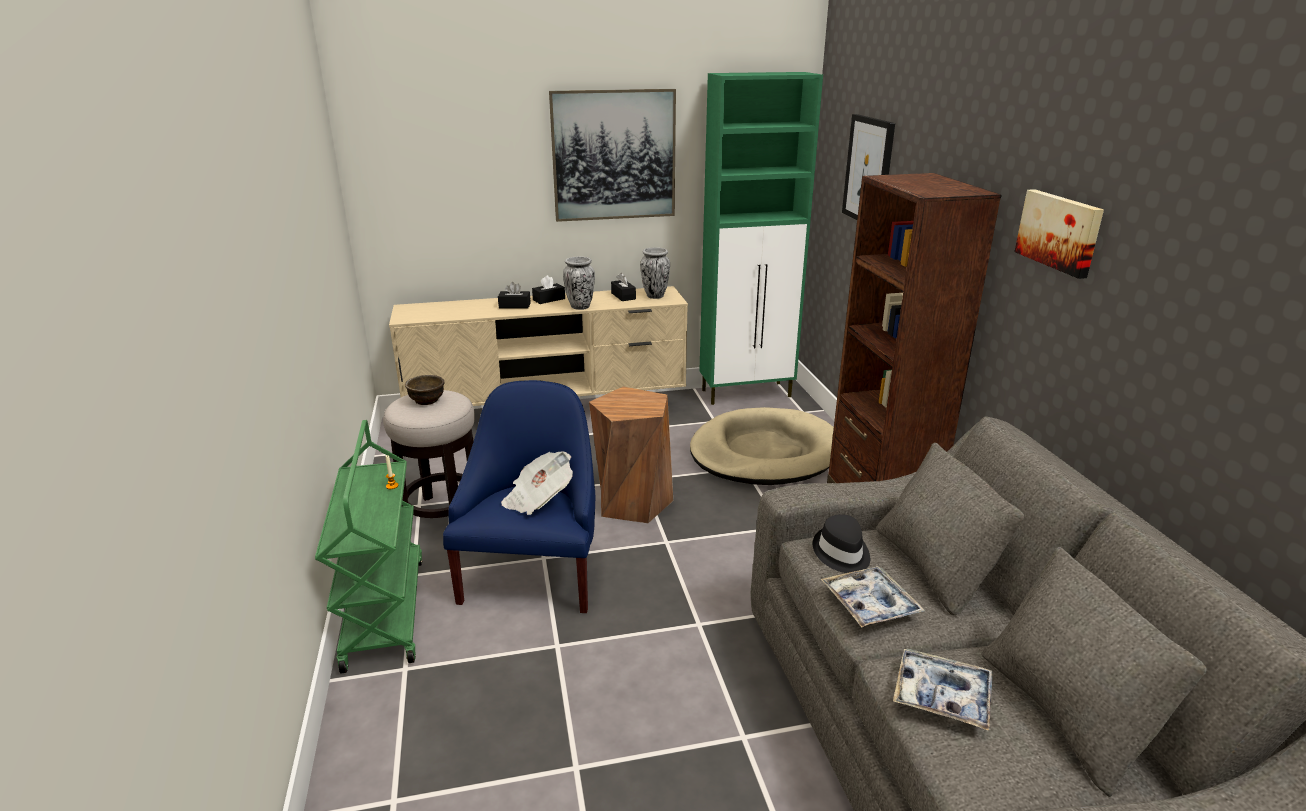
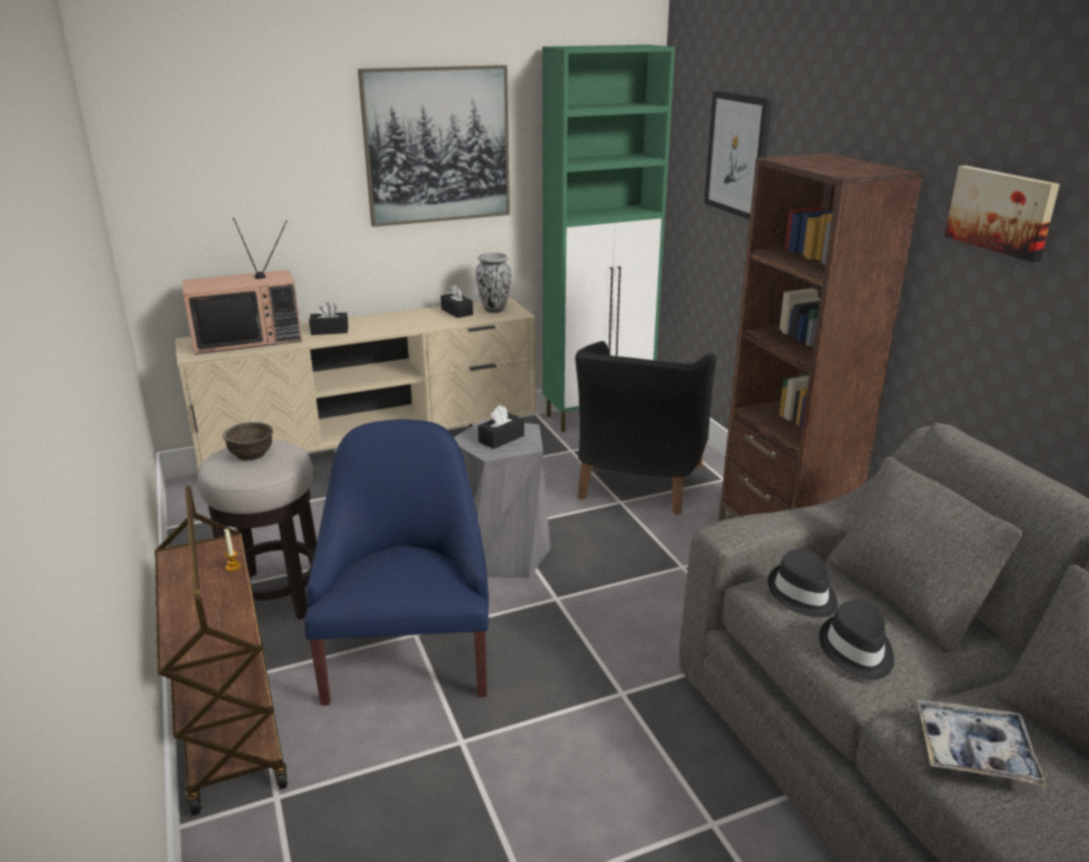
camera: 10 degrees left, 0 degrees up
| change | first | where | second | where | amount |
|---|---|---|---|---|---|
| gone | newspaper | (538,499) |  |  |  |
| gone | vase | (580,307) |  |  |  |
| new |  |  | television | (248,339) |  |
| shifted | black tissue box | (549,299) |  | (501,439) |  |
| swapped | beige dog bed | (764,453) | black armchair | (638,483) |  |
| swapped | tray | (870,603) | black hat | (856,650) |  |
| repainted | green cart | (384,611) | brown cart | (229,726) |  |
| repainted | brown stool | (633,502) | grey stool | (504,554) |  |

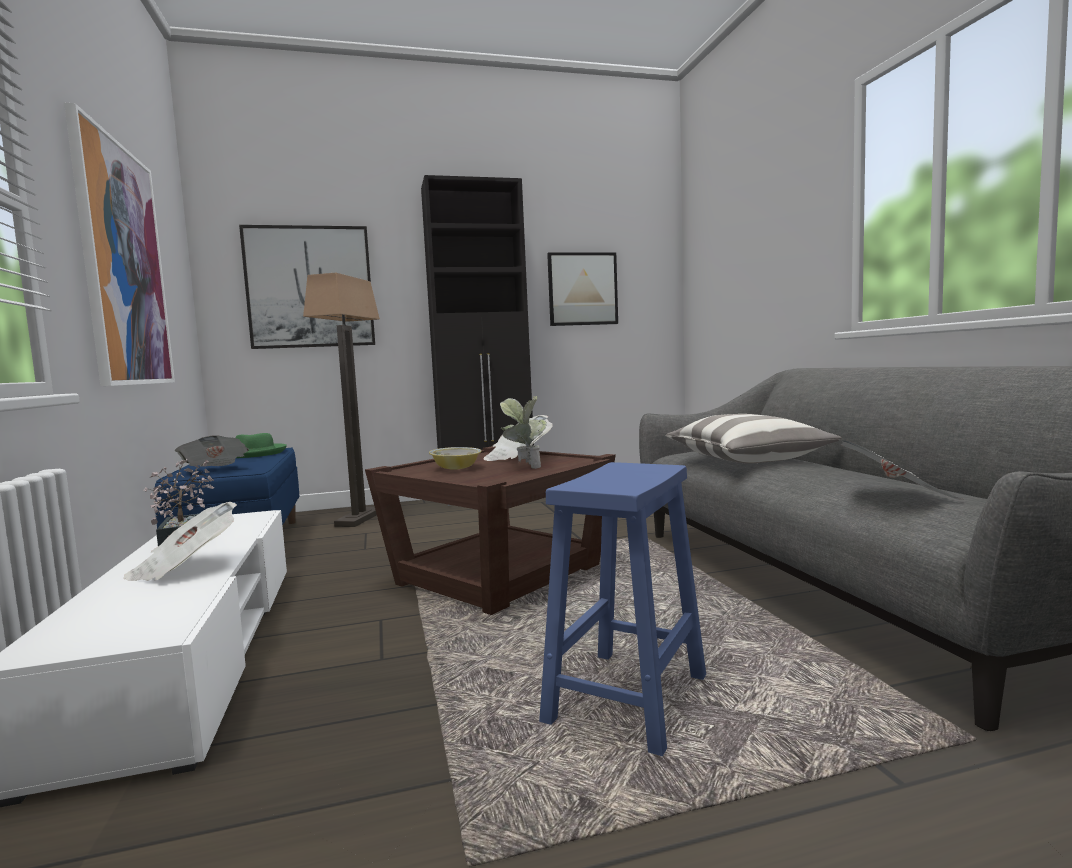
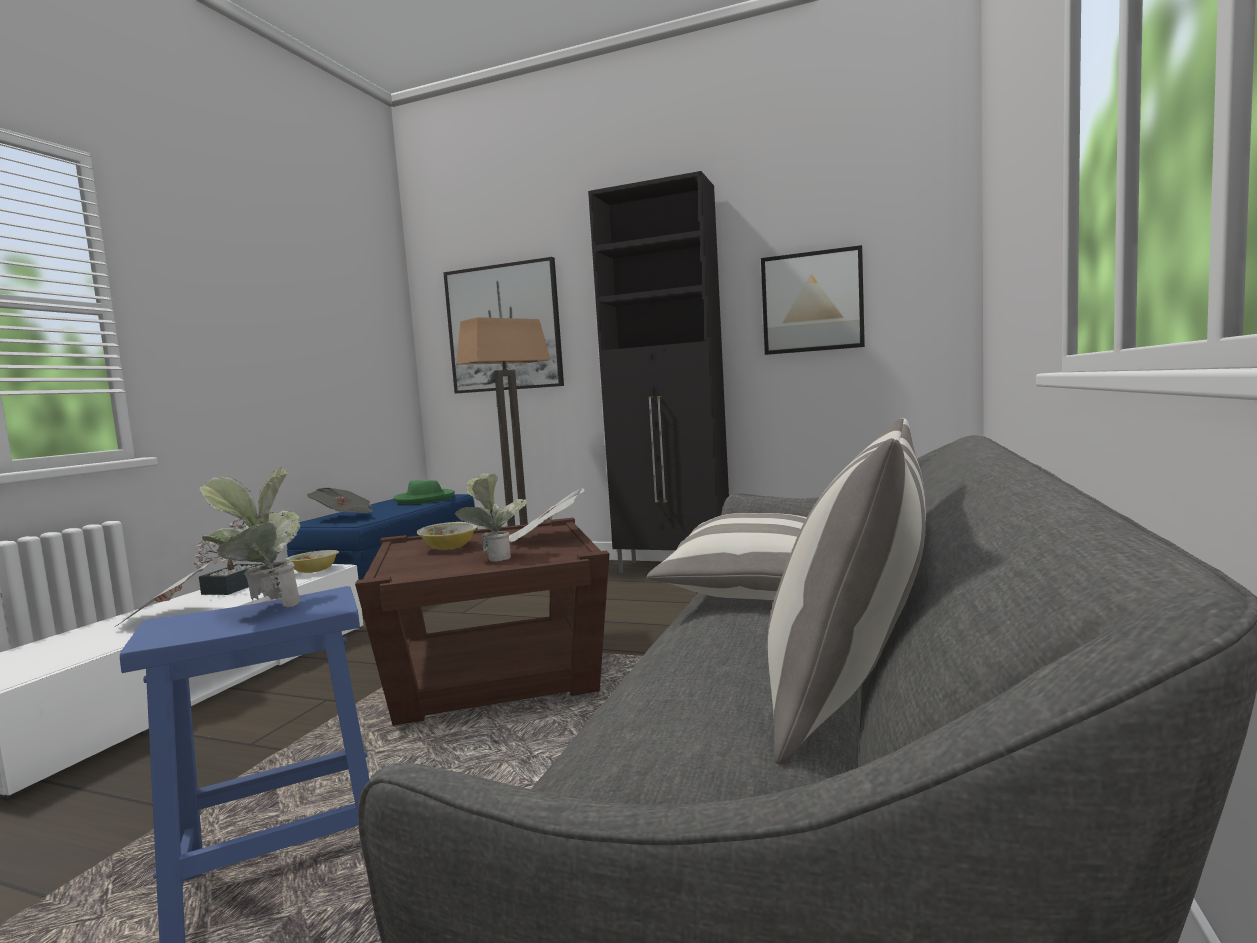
camera: 35 degrees right, 0 degrees up
| change | first | where | second | where | amount |
|---|---|---|---|---|---|
| gone | picture | (123,265) |  |  |  |
| gone | newspaper | (897,498) |  |  |  |
| new |  |  | potted plant | (264,608) |  |
| new |  |  | bowl | (314,571) |  |
| new |  |  | pillow | (852,697) |  |

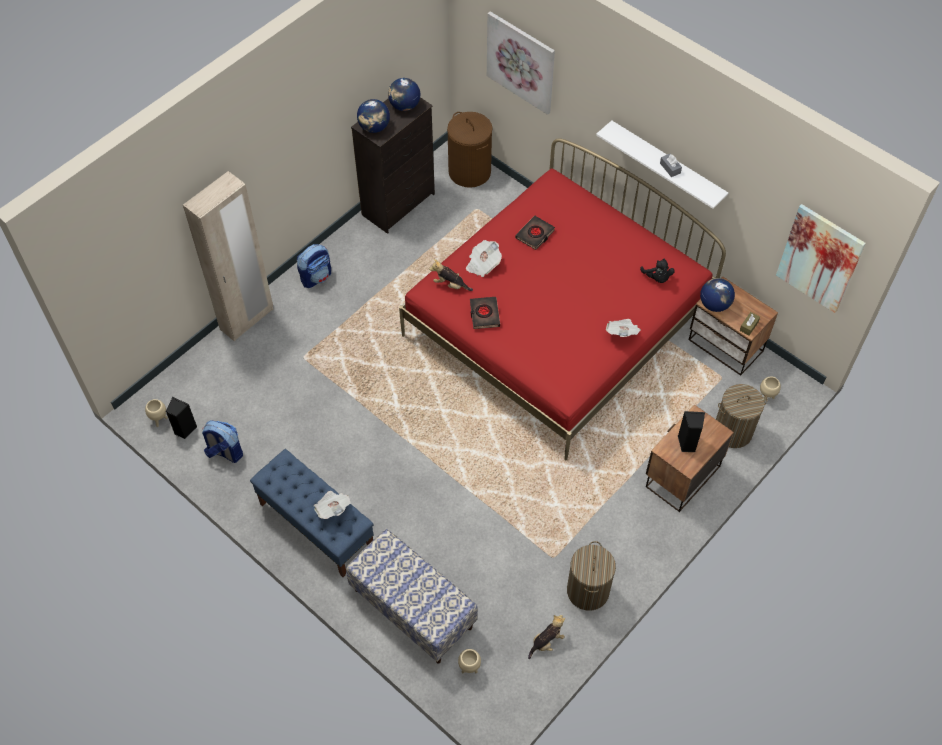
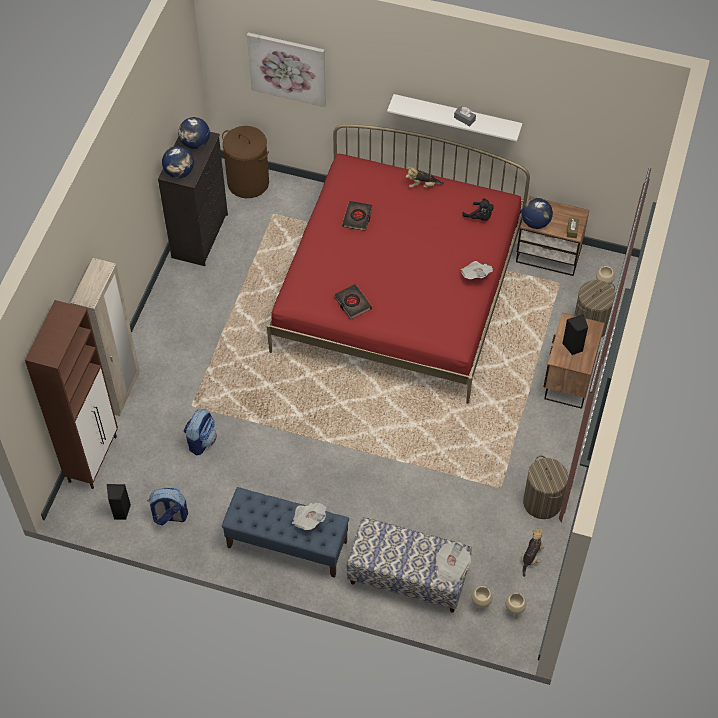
camera: 25 degrees left, 0 degrees up
| change | first | where | second | where | amount |
|---|---|---|---|---|---|
| gone | picture | (819,258) |  |  |  |
| new |  |  | brown cabinet | (93,458) |  |
| shifted | beige planter | (159,420) |  | (514,611) |  |
| shifted | backpack | (316,277) |  | (201,440) |  |
| shifted | plush toy | (450,285) |  | (423,185) |  |
| shifted | newspaper | (483,264) |  | (451,567) |  |

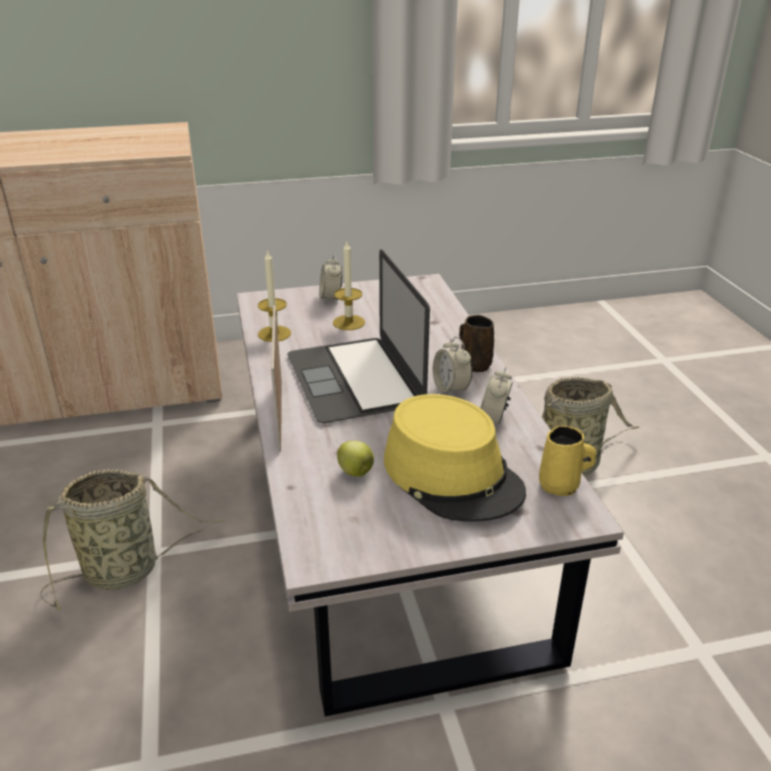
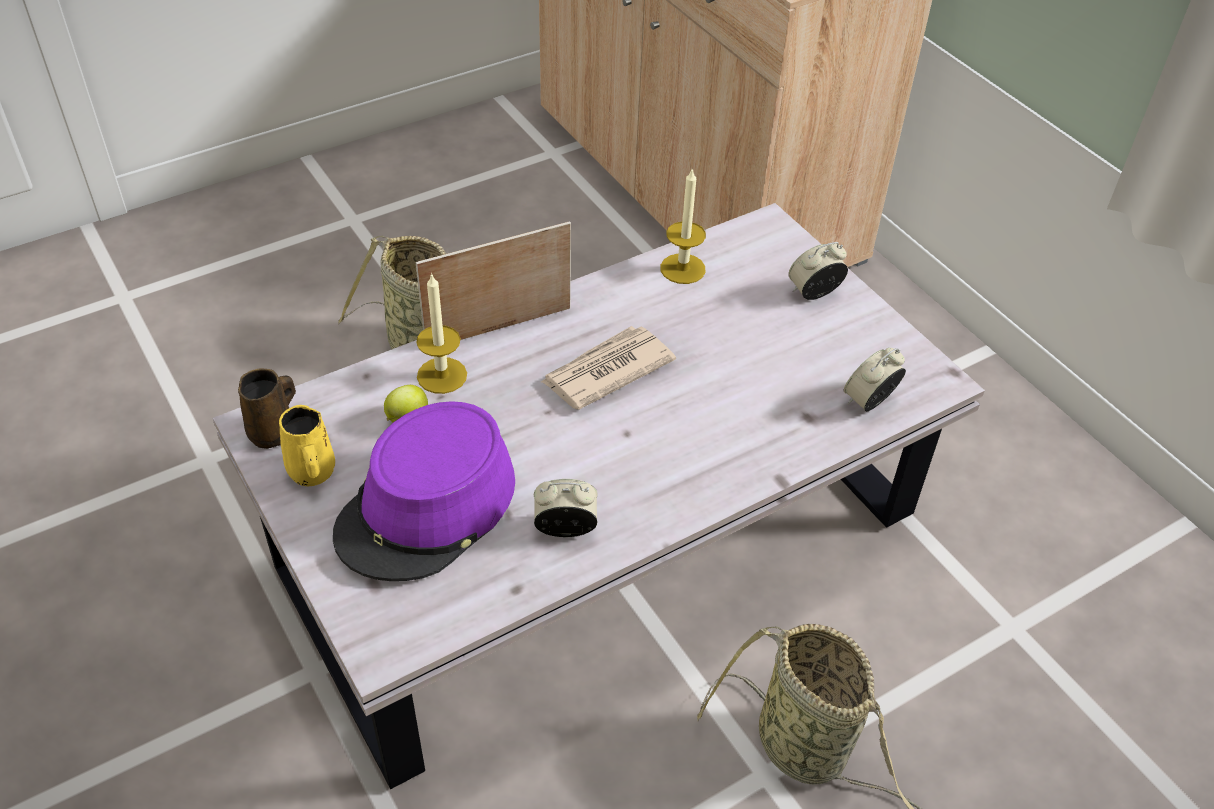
camera: 70 degrees right, 15 degrees up
| change | first | where | second | where | amount |
|---|---|---|---|---|---|
| shifted | candle | (349,322) |  | (442,375) |  |
| shifted | alarm clock | (451,389) |  | (869,401) |  |
| shifted | brown mug | (474,364) |  | (274,432) |  |
| shifted | yellow mug | (561,486) |  | (312,473) |  |
| swapped | laptop | (354,379) | newspaper | (606,371) |  |
| repainted | yellow hat | (452,475) | purple hat | (428,508) |  |

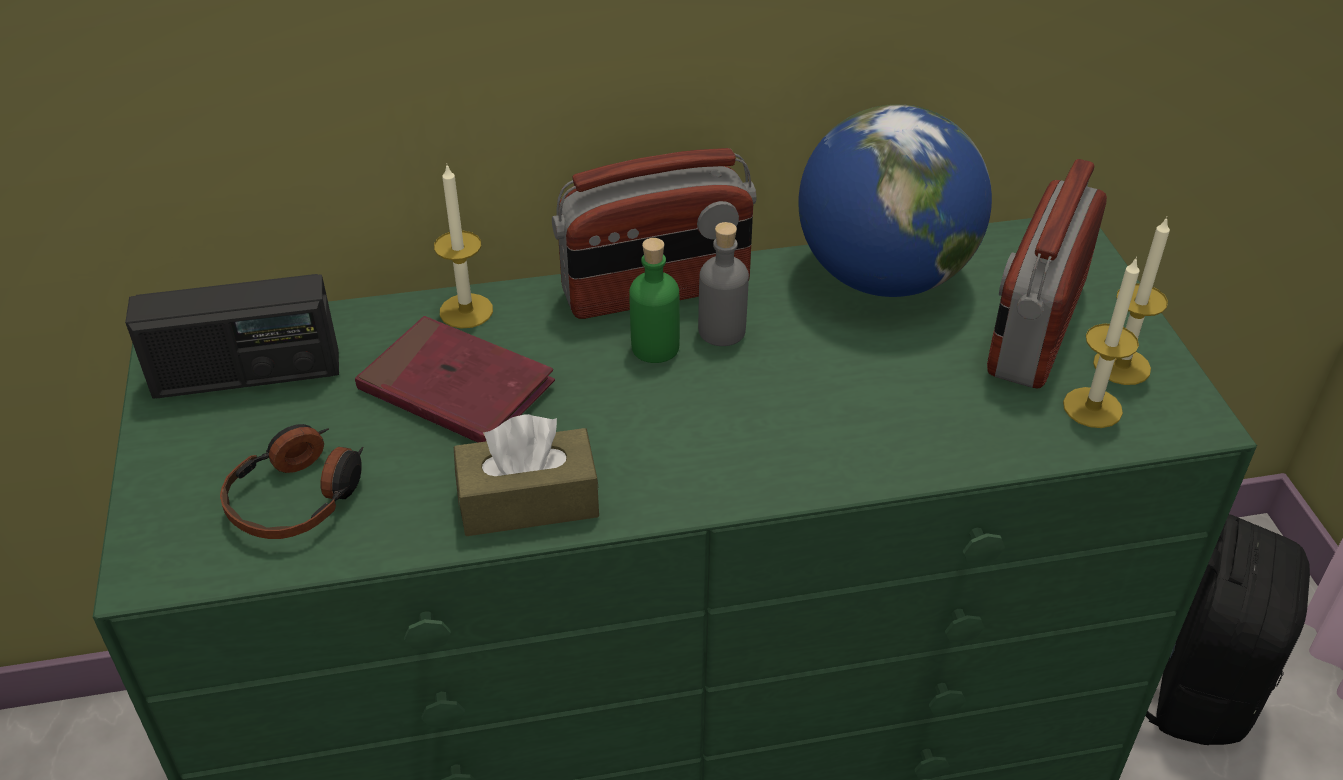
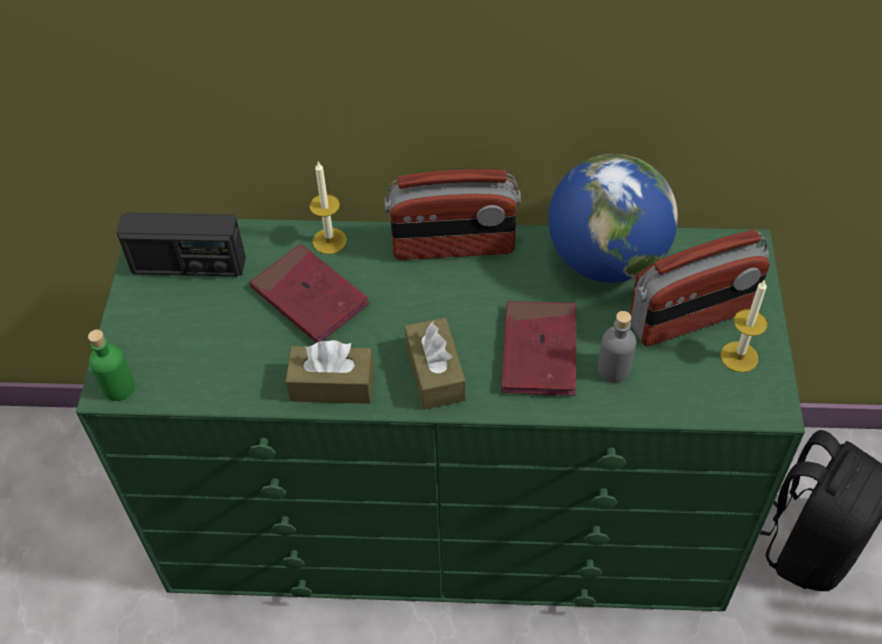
camera: 15 degrees right, 10 degrees up
| change | first | where | second | where | amount |
|---|---|---|---|---|---|
| gone | headphones | (299,497) |  |  |  |
| gone | candle | (1092,407) |  |  |  |
| new |  |  | brown tissue box | (435,373) |  |
| new |  |  | red book | (539,351) |  |
| shifted | green bottle | (655,347) |  | (118,387) |  |
| shifted | grey bottle | (722,331) |  | (614,369) |  |
| rotated | radio | (1034,328) |  | (692,317) | 150 degrees counterclockwise |

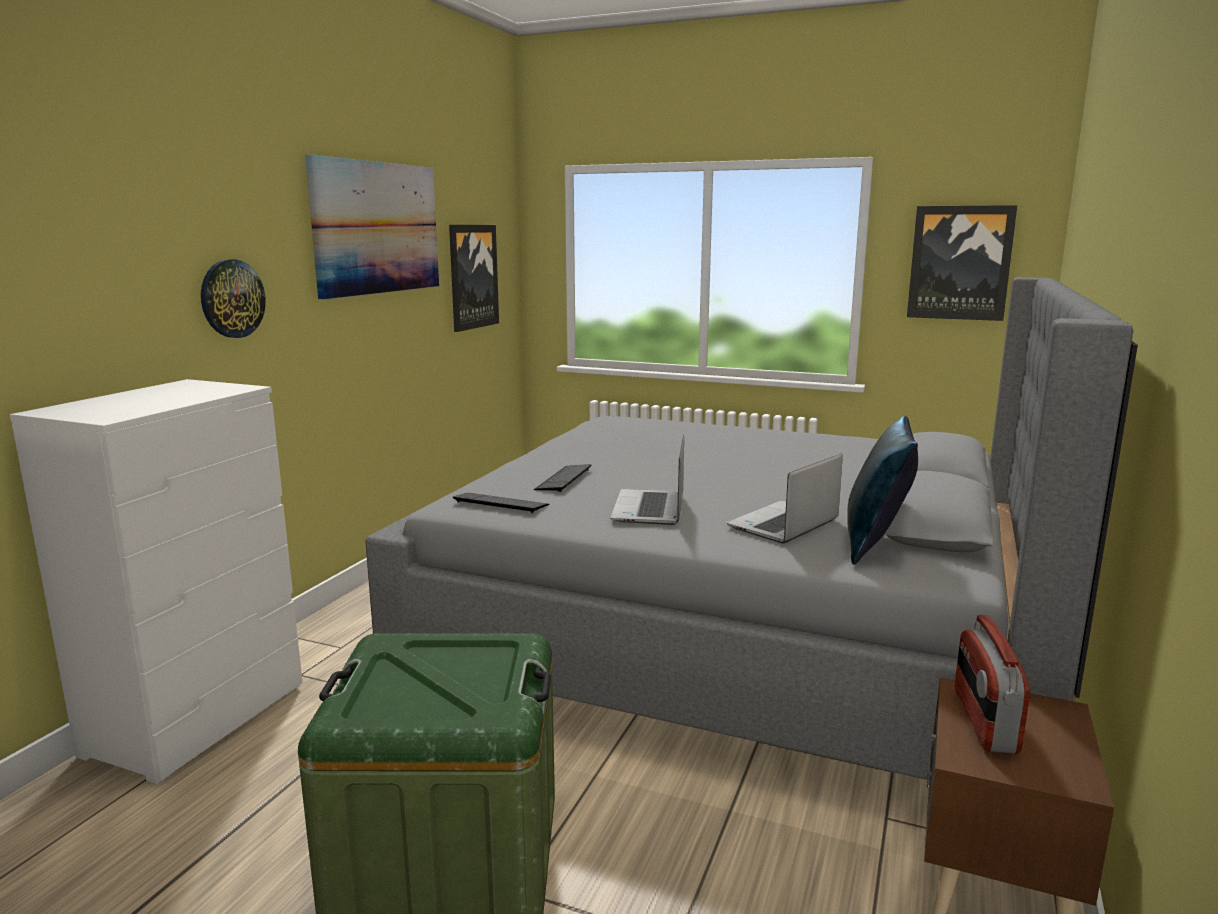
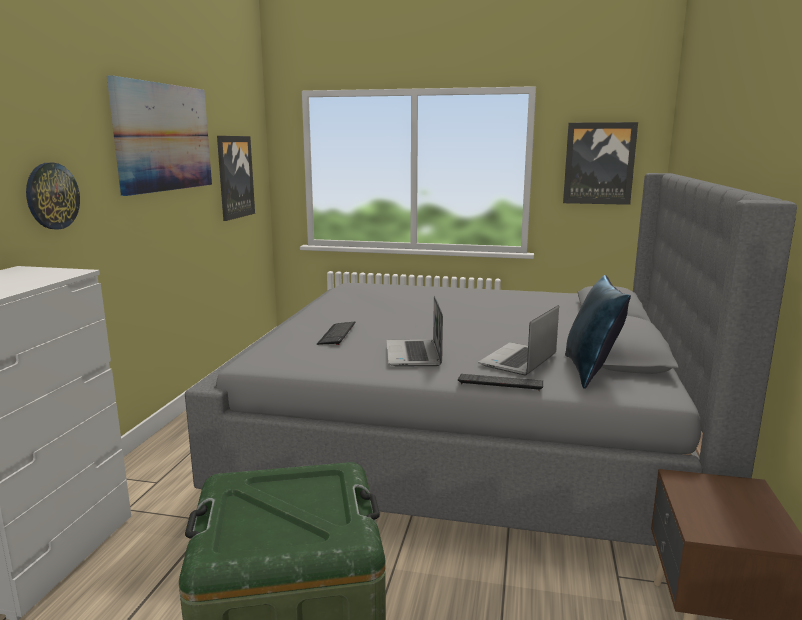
camera: 10 degrees left, 0 degrees up
| change | first | where | second | where | amount |
|---|---|---|---|---|---|
| gone | radio | (983,721) |  |  |  |
| shifted | keyboard | (500,504) |  | (500,383) |  |

